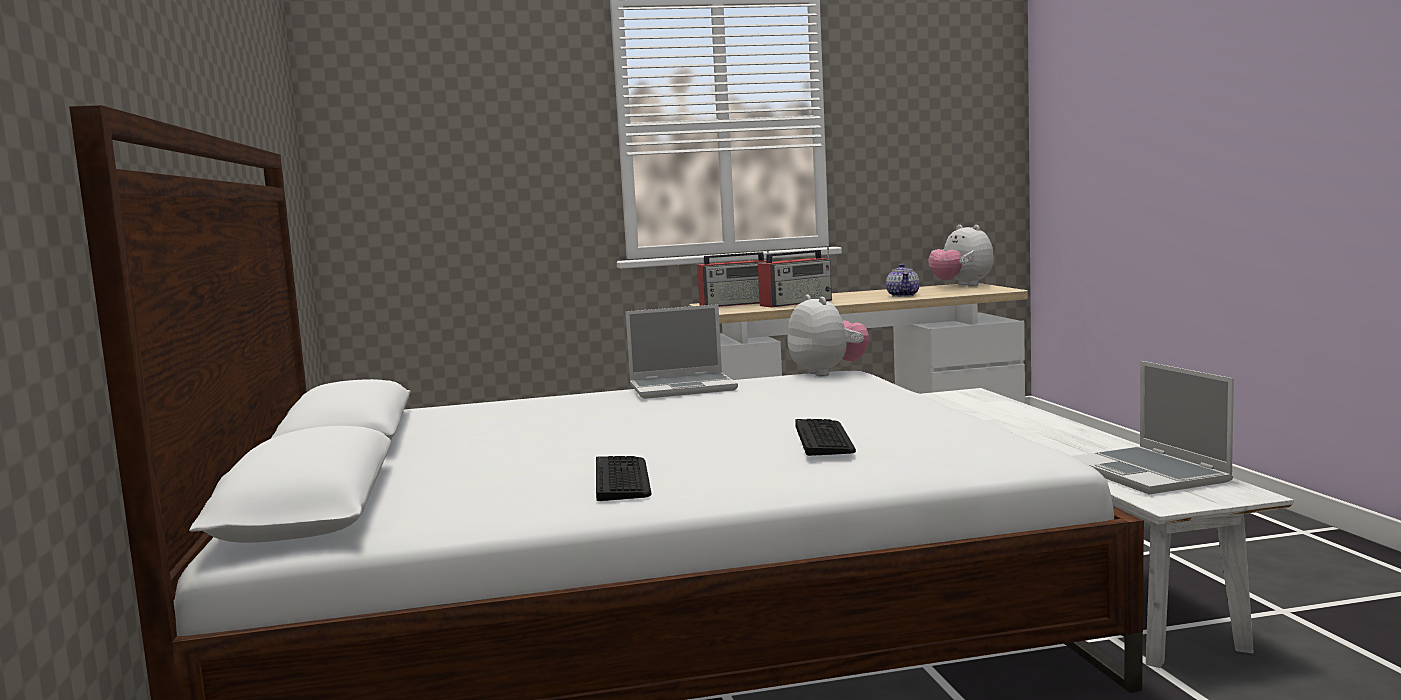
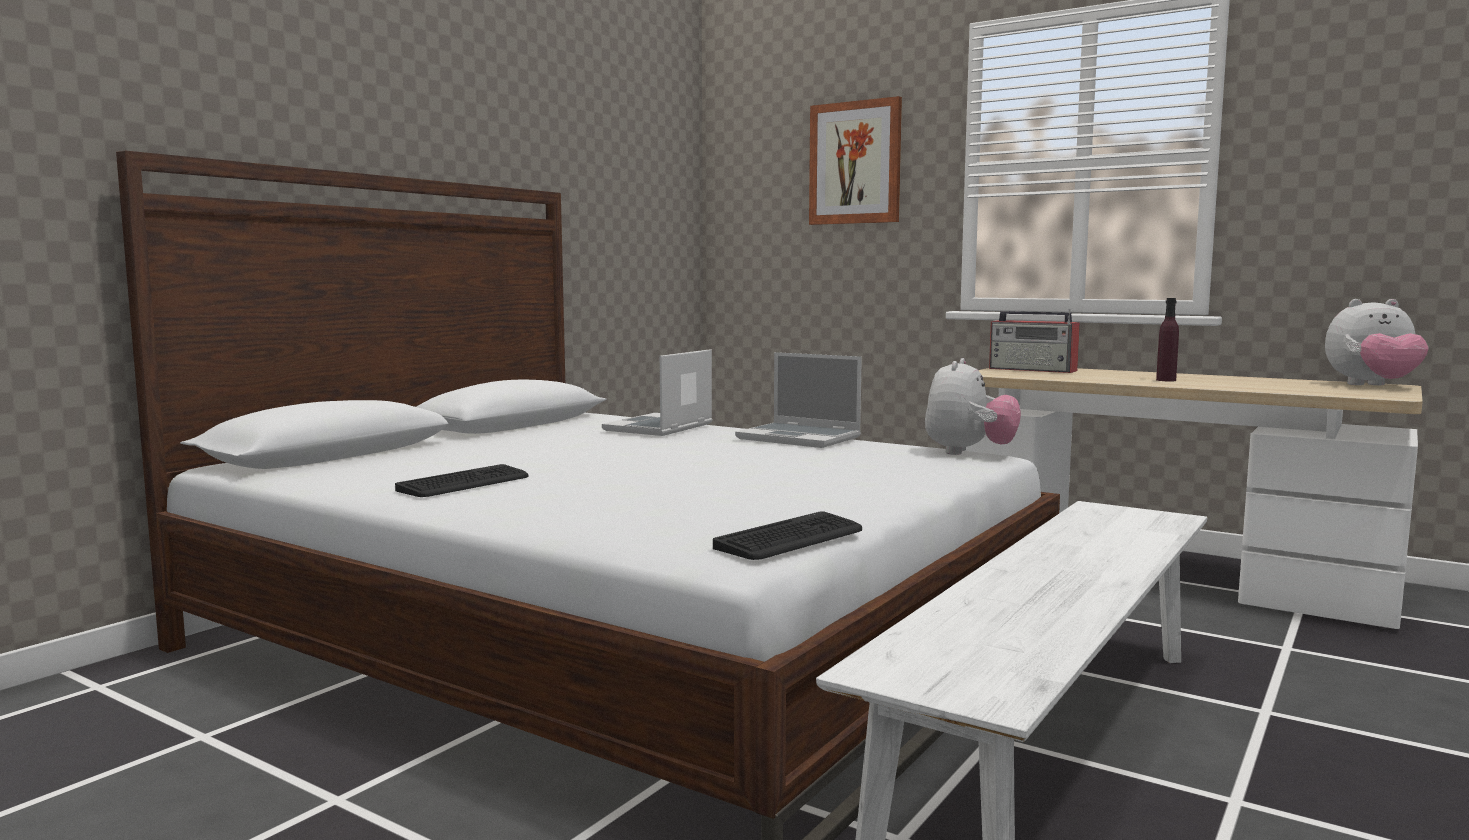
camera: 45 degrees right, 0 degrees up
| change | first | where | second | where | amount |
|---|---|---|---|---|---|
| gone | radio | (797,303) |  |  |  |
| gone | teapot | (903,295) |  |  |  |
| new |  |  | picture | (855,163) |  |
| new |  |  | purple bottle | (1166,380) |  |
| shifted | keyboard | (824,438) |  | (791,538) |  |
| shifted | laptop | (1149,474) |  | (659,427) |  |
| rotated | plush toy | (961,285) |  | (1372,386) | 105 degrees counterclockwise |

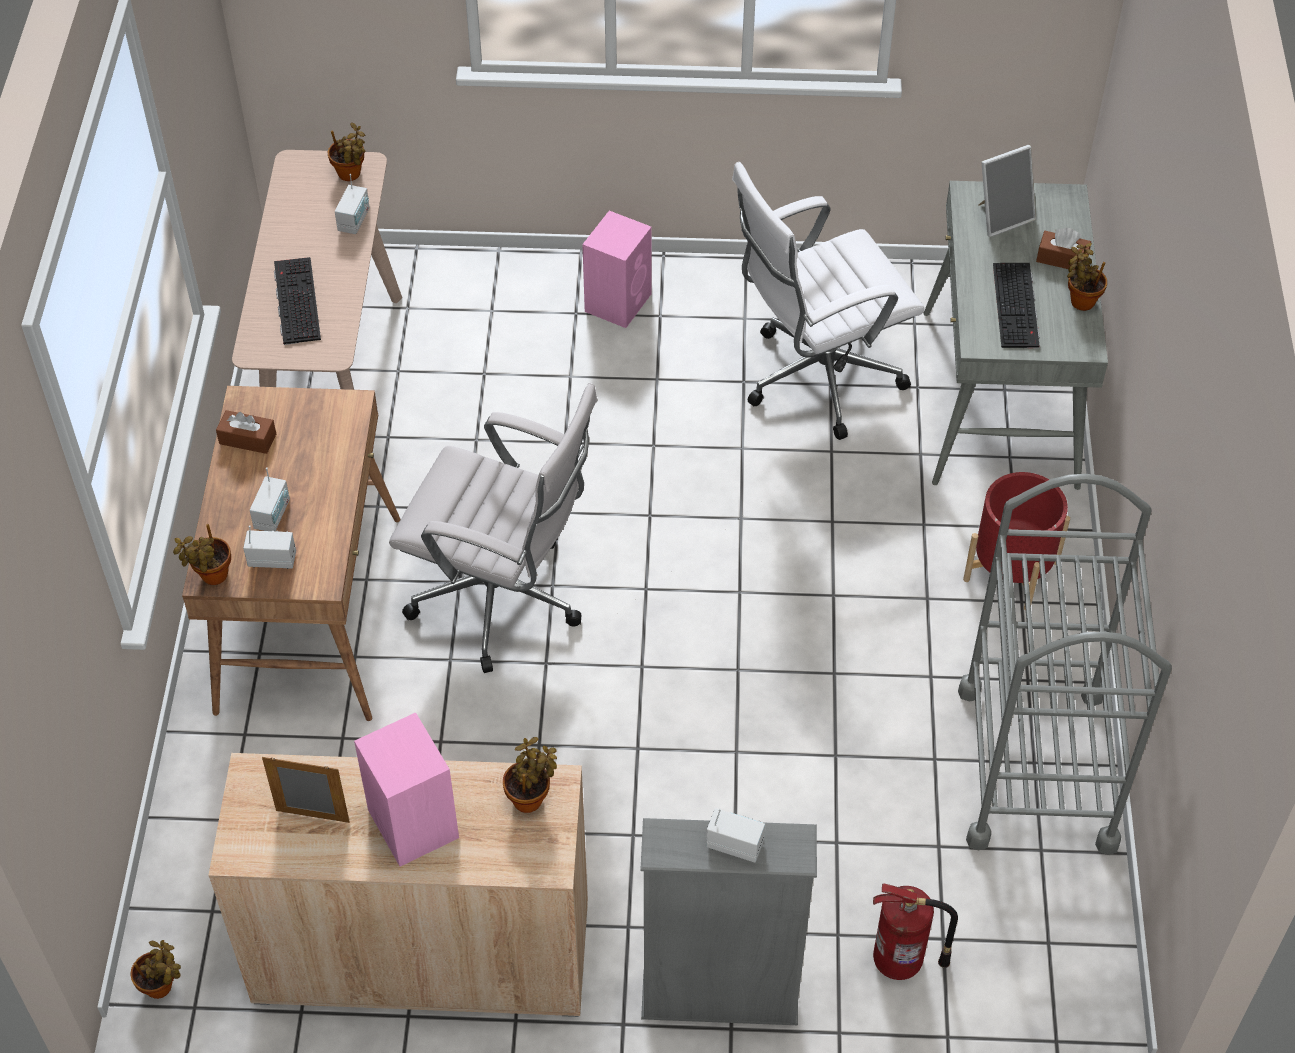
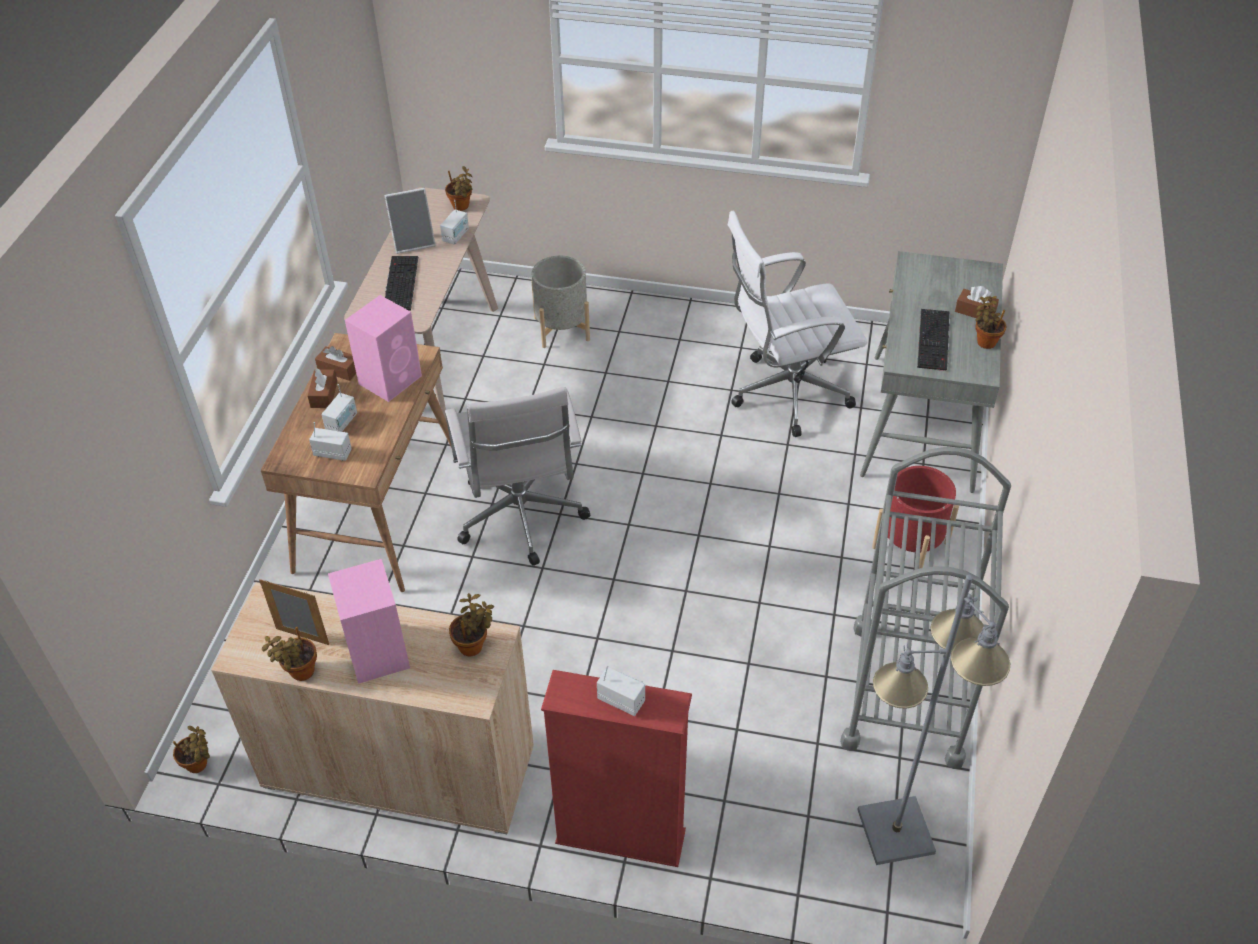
camera: 10 degrees right, 5 degrees down
| change | first | where | second | where | amount |
|---|---|---|---|---|---|
| gone | fire extinguisher | (901,961) |  |  |  |
| new |  |  | brown tissue box | (324,394) |  |
| new |  |  | grey planter | (562,329) |  |
| new |  |  | grey floor lamp | (895,832) |  |
| shifted | potted plant | (211,576) |  | (299,672) |  |
| shifted | pink speaker | (619,301) |  | (391,379) |  |
| shifted | picture frame | (1002,216) |  | (413,242) |  |
| repainted | grey bookcase | (720,999) | red bookcase | (620,837) |  |
| rotated | white office chair | (504,601) |  | (522,520) | 45 degrees clockwise |

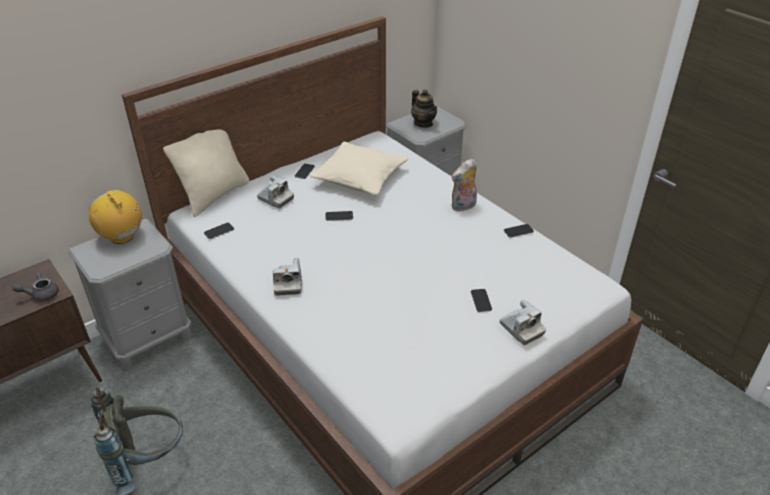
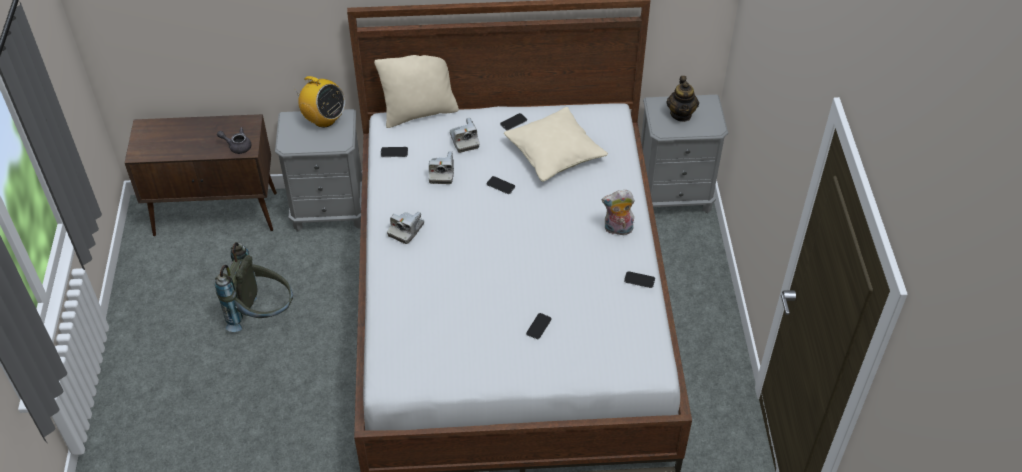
camera: 35 degrees right, 10 degrees up
| change | first | where | second | where | amount |
|---|---|---|---|---|---|
| shifted | photo camera | (521,329) |  | (441,173) |  |
| rotated | radio | (122,236) |  | (324,119) | 135 degrees clockwise |

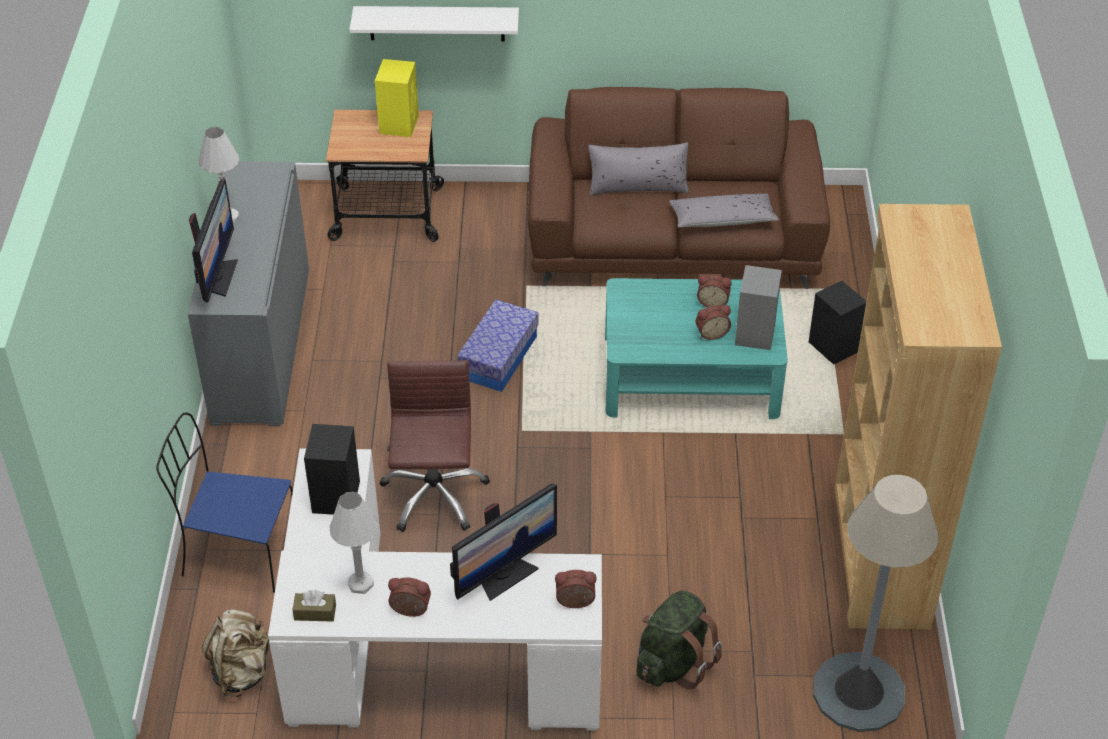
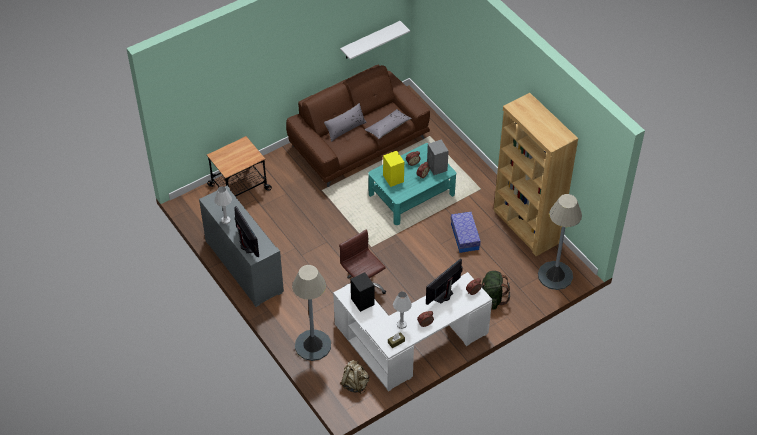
camera: 35 degrees left, 5 degrees up
| change | first | where | second | where | amount |
|---|---|---|---|---|---|
| gone | black speaker | (834,348) |  |  |  |
| shifted | white shelf | (437,23) |  | (370,40) |  |
| shifted | yellow speaker | (399,123) |  | (393,178) |  |
| shifted | storage box | (498,357) |  | (464,237) |  |
| swapped | blue chair | (238,551) | grey floor lamp | (313,345) |  |
| rotated | monitor | (504,575) |  | (444,296) | 150 degrees counterclockwise |

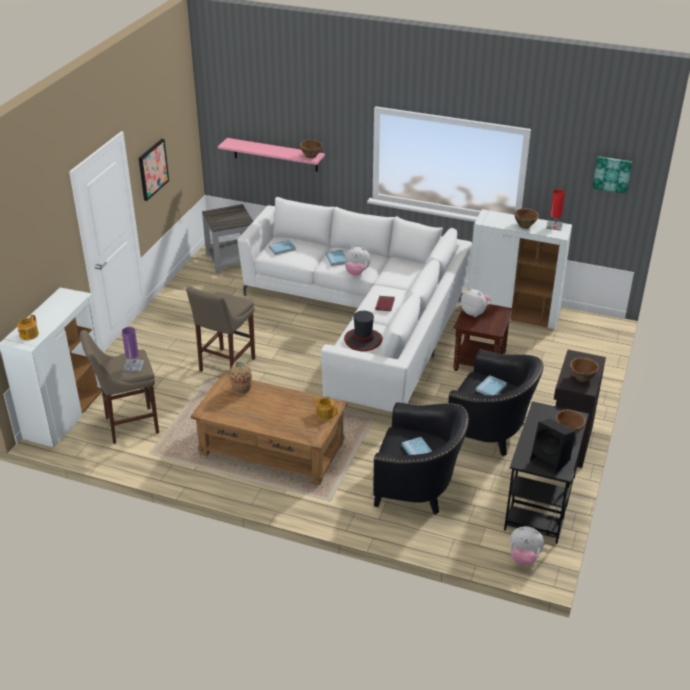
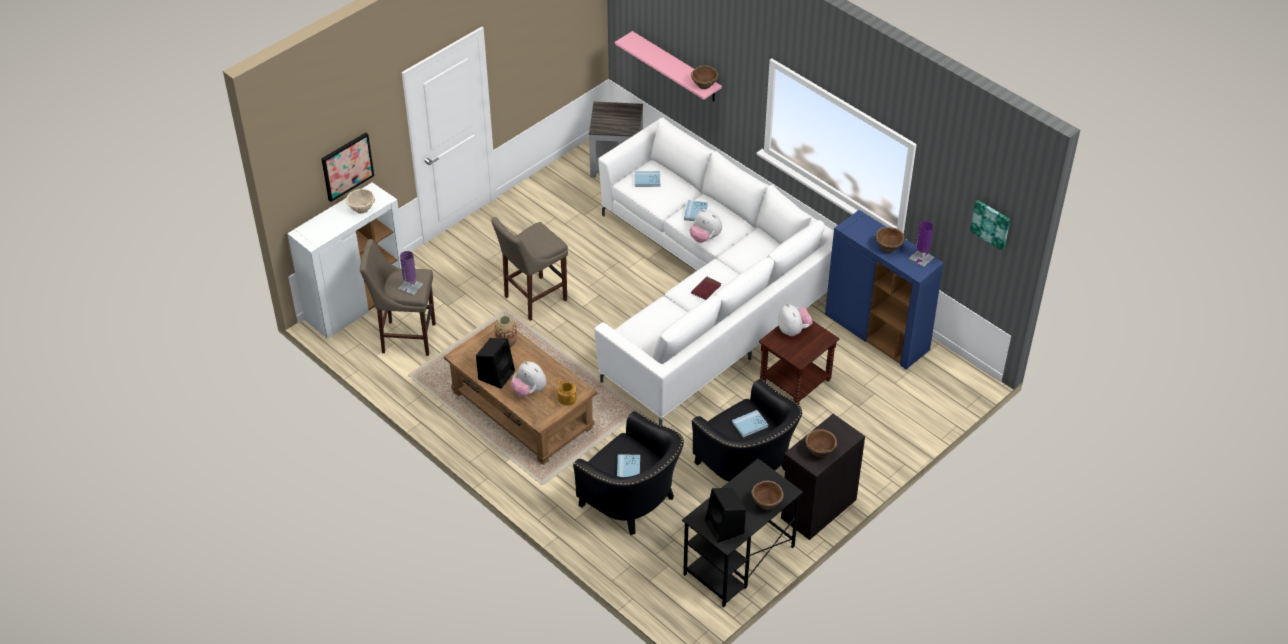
camera: 25 degrees right, 10 degrees up
| change | first | where | second | where | amount |
|---|---|---|---|---|---|
| gone | teapot | (28,335) |  |  |  |
| gone | hat | (363,340) |  |  |  |
| new |  |  | beige bowl | (362,209) |  |
| new |  |  | black speaker | (496,374) |  |
| shifted | picture | (152,169) |  | (347,166) |  |
| shifted | plush toy | (524,557) |  | (529,390) |  |
| repainted | white cabinet | (513,314) | blue cabinet | (877,334) |  |
| repainted | red table lamp | (554,226) | purple table lamp | (921,258) |  |

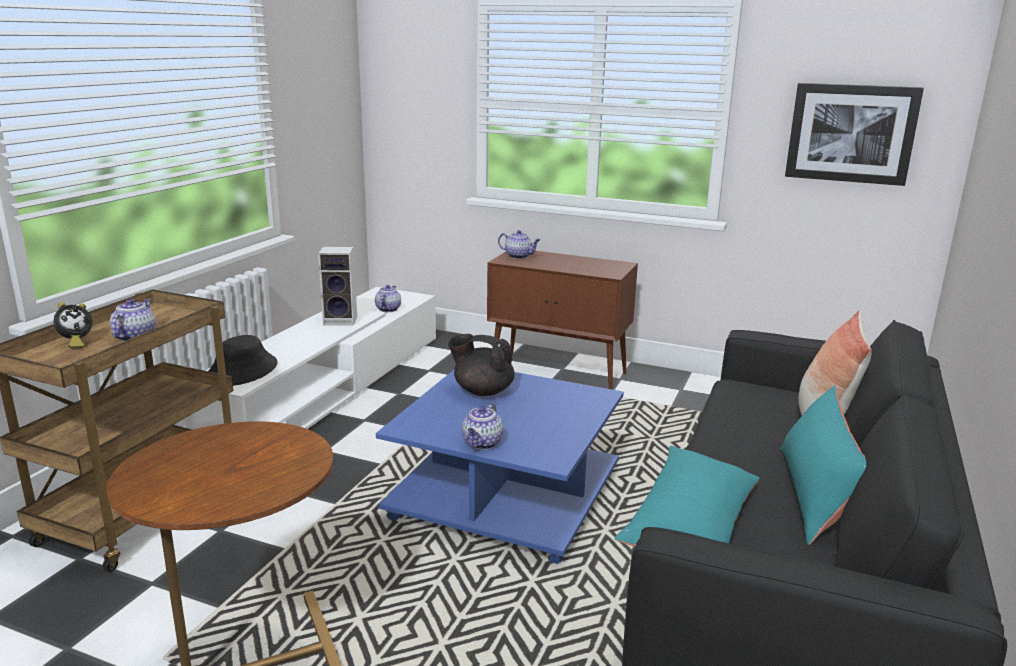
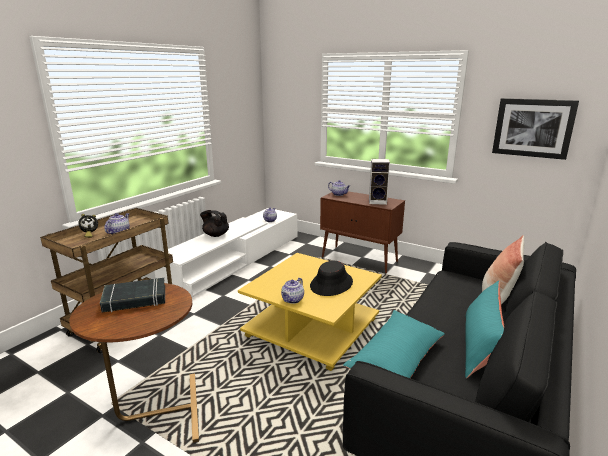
camera: 10 degrees right, 0 degrees up
| change | first | where | second | where | amount |
|---|---|---|---|---|---|
| new |  |  | black book | (135,299) |  |
| shifted | black hat | (242,371) |  | (331,284) |  |
| shifted | speaker | (342,320) |  | (378,201) |  |
| shifted | black teapot | (482,391) |  | (215,235) |  |
| repainted | blue coffee table | (506,497) | yellow coffee table | (312,329) |  |

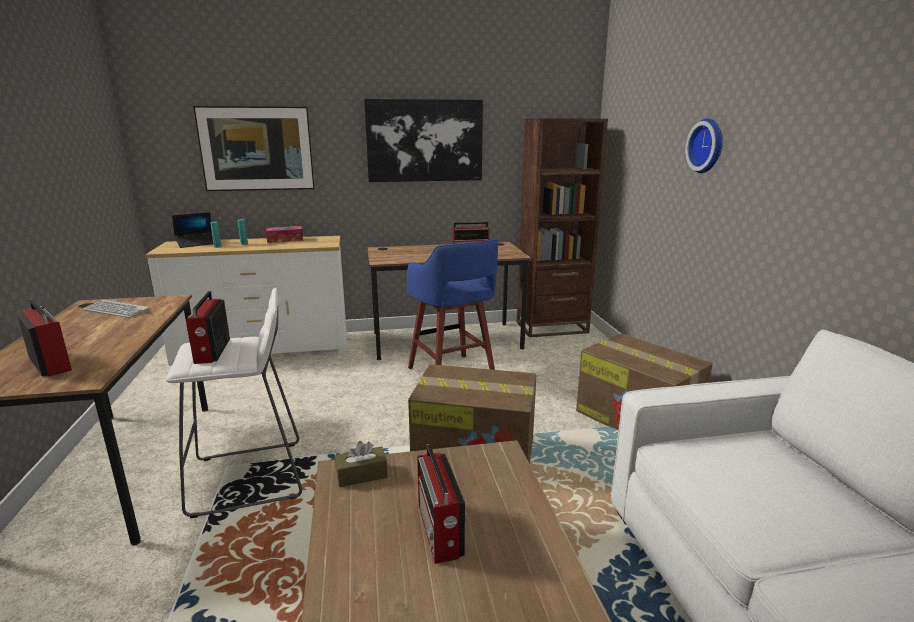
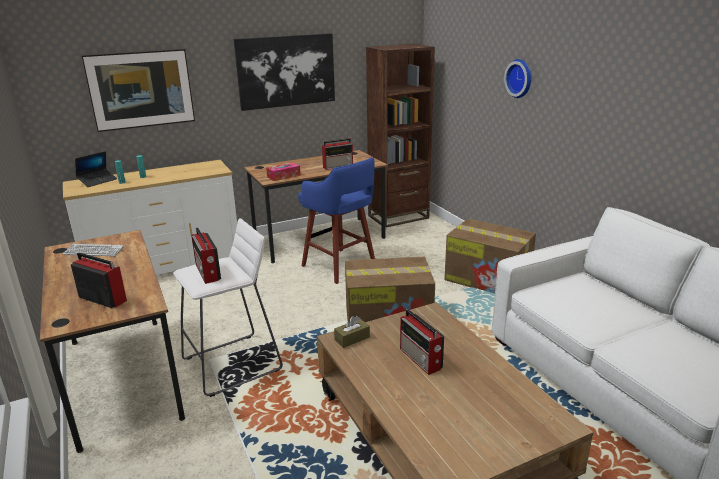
camera: 15 degrees left, 5 degrees up
| change | first | where | second | where | amount |
|---|---|---|---|---|---|
| shifted | tissue box | (285,240) |  | (283,176) |  |

